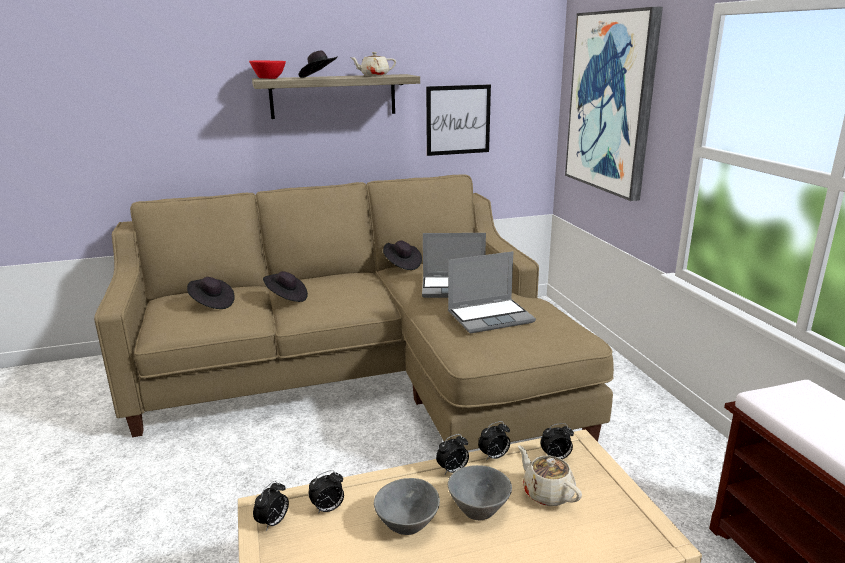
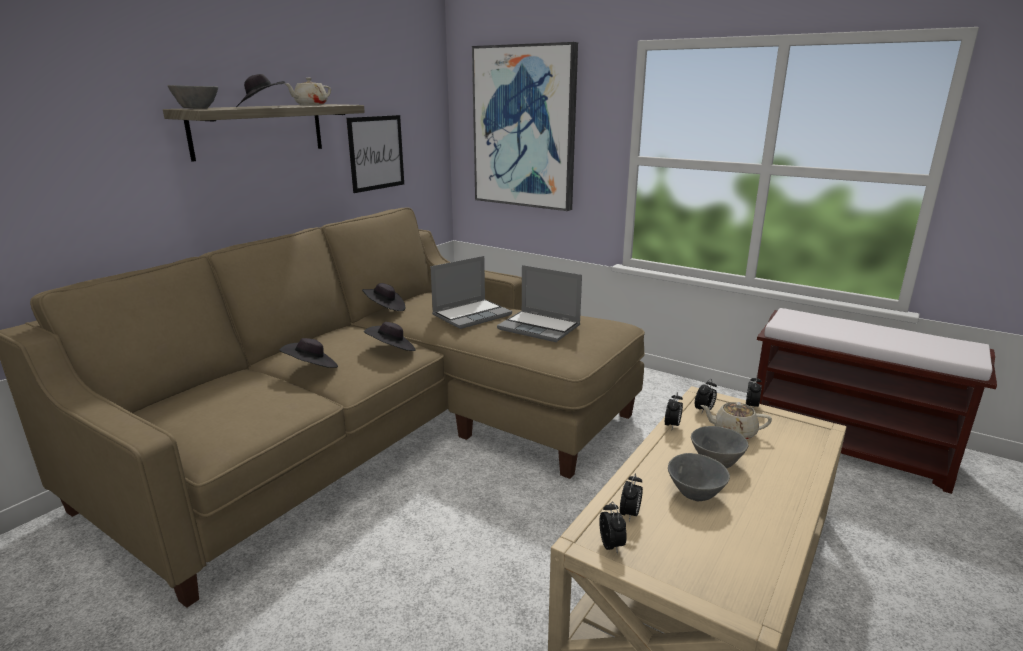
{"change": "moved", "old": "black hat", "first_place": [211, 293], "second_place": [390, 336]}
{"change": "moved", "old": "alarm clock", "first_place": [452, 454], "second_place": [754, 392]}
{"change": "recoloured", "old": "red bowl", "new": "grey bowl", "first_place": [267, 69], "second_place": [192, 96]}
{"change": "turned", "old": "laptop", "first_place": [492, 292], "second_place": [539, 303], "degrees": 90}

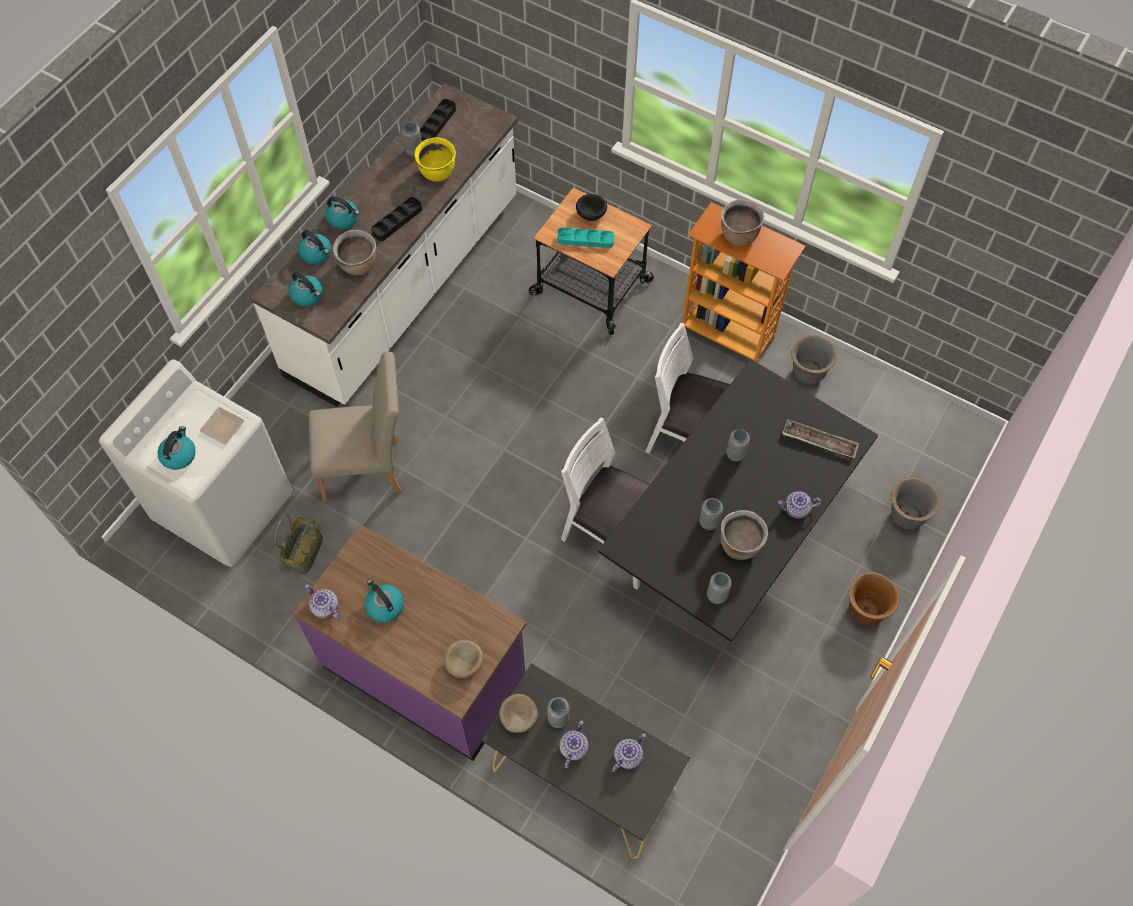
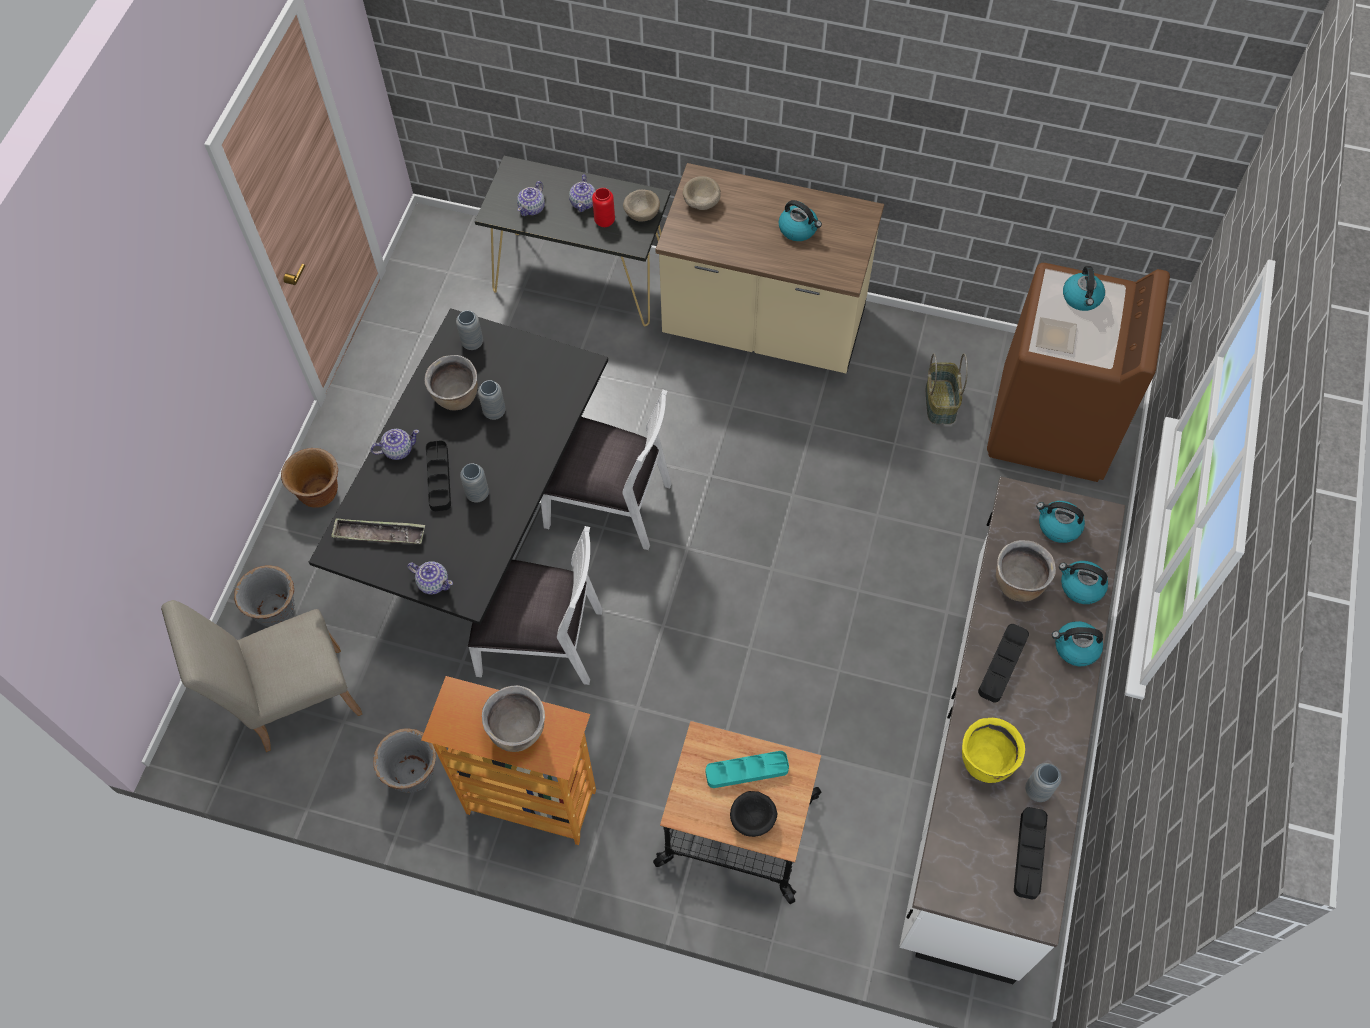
{"change": "added", "new": "black tray", "second_place": [438, 475]}
{"change": "moved", "old": "teapot", "first_place": [323, 602], "second_place": [430, 577]}
{"change": "moved", "old": "beige chair", "first_place": [355, 427], "second_place": [261, 676]}
{"change": "recoloured", "old": "white washing machine", "new": "brown washing machine", "first_place": [195, 463], "second_place": [1078, 372]}
{"change": "recoloured", "old": "purple counter", "new": "beige counter", "first_place": [409, 643], "second_place": [770, 268]}
{"change": "recoloured", "old": "grey vase", "new": "red vase", "first_place": [558, 712], "second_place": [603, 207]}

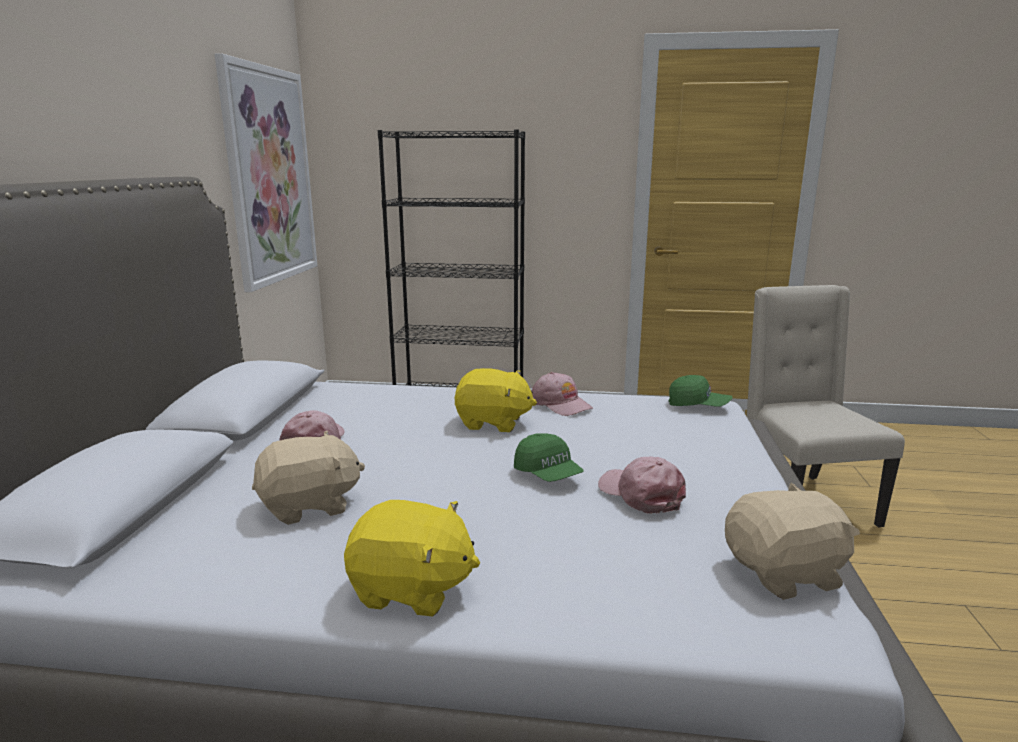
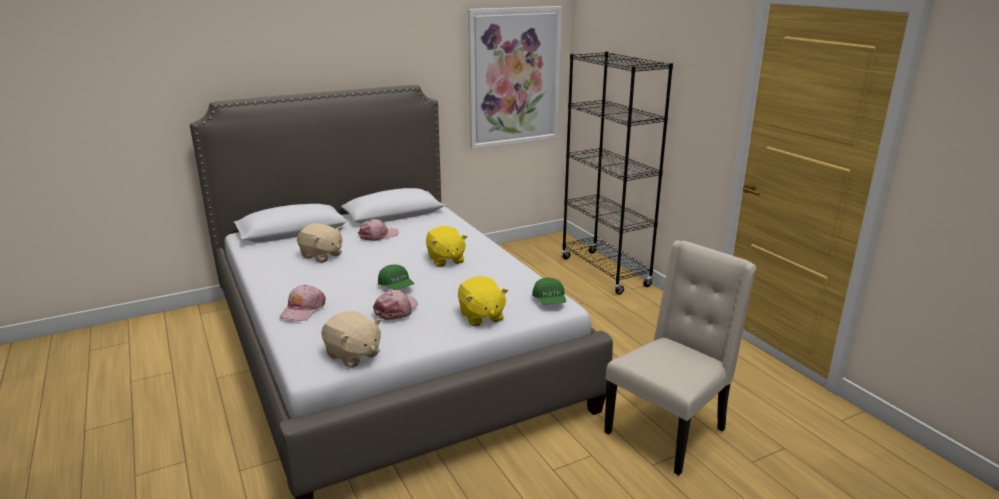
{"change": "moved", "old": "yellow plush toy", "first_place": [412, 558], "second_place": [483, 301]}
{"change": "moved", "old": "pink cap", "first_place": [562, 394], "second_place": [303, 303]}
{"change": "turned", "old": "green cap", "first_place": [549, 457], "second_place": [396, 277], "degrees": -60}

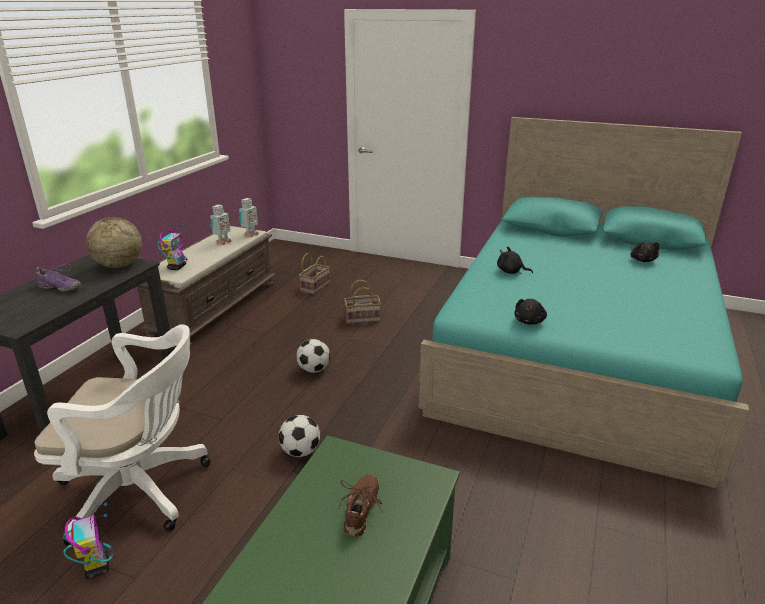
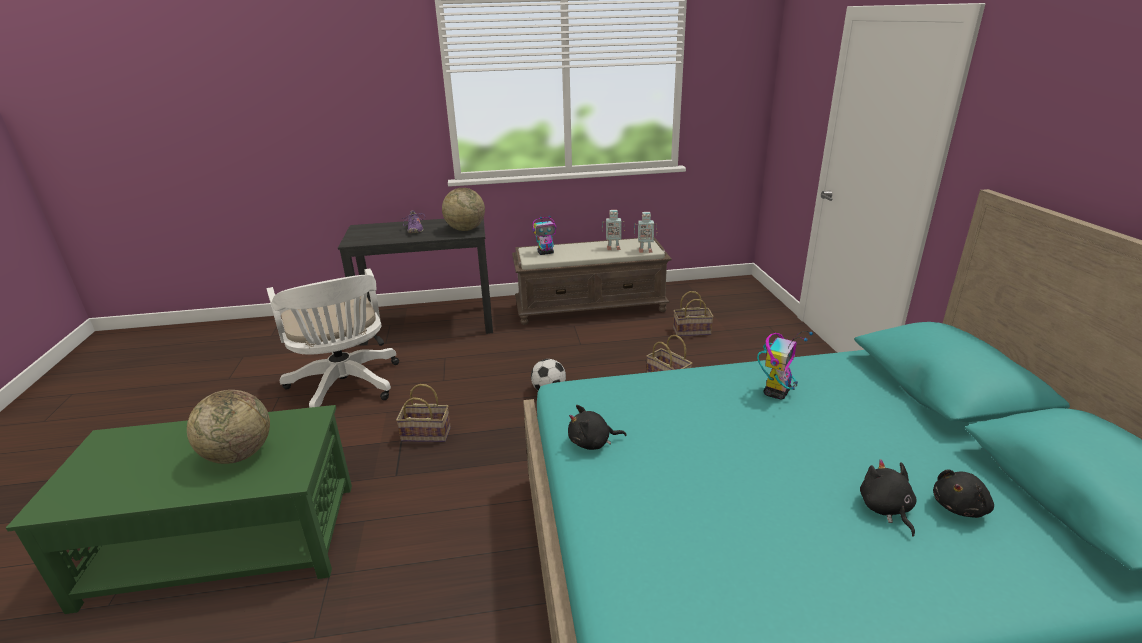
{"change": "moved", "old": "toy robot", "first_place": [88, 541], "second_place": [785, 365]}
{"change": "moved", "old": "black plush toy", "first_place": [515, 260], "second_place": [888, 498]}
{"change": "replaced", "old": "football", "new": "basket", "first_place": [299, 436], "second_place": [423, 413]}
{"change": "replaced", "old": "brown shoe", "new": "globe", "first_place": [360, 505], "second_place": [228, 427]}

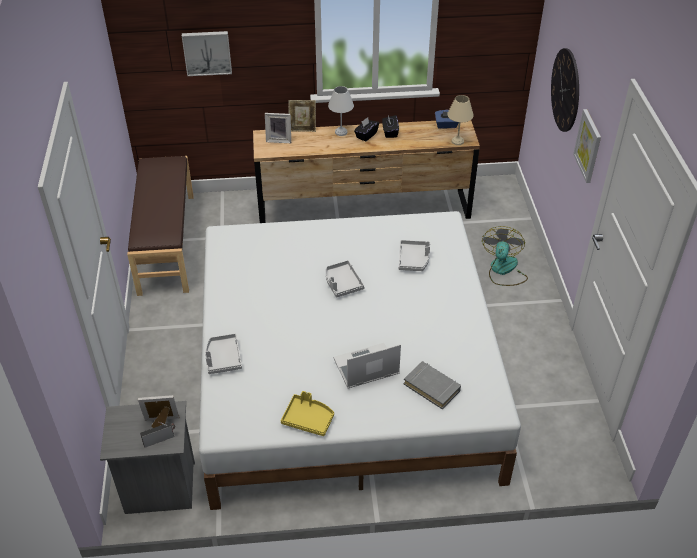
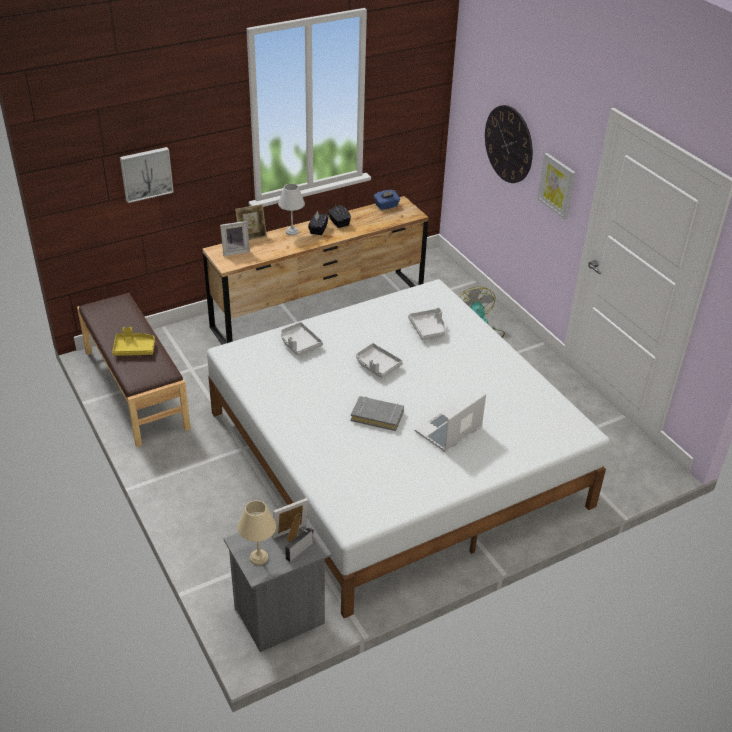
{"change": "moved", "old": "grey tray", "first_place": [223, 354], "second_place": [302, 339]}
{"change": "moved", "old": "yellow tray", "first_place": [307, 413], "second_place": [133, 341]}
{"change": "moved", "old": "grey book", "first_place": [432, 385], "second_place": [377, 413]}
{"change": "moved", "old": "beige table lamp", "first_place": [460, 120], "second_place": [257, 532]}

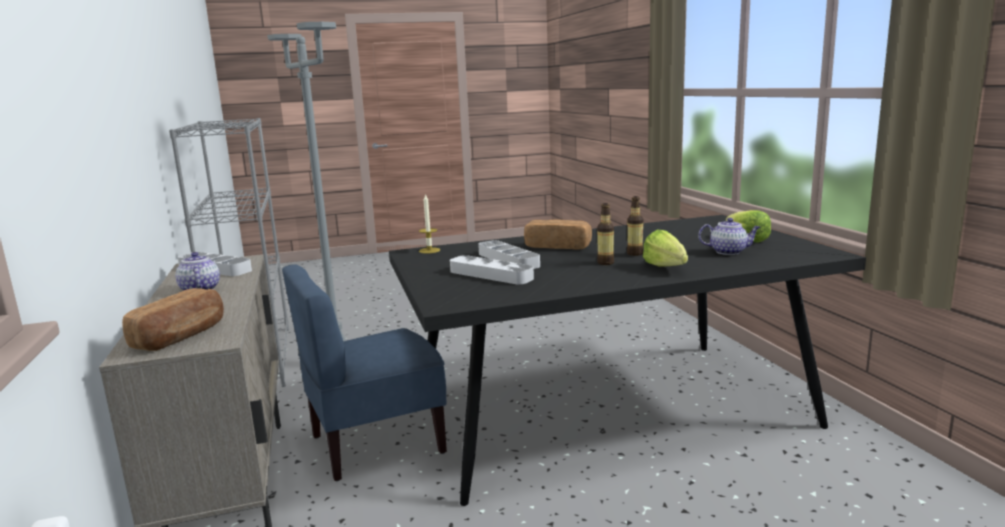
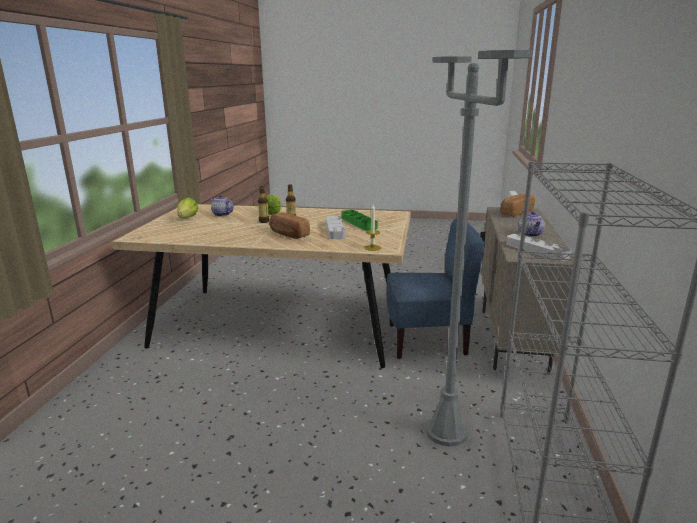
{"change": "recoloured", "old": "black dining table", "new": "beige dining table", "first_place": [627, 360], "second_place": [261, 286]}
{"change": "recoloured", "old": "grey tray", "new": "green tray", "first_place": [492, 270], "second_place": [360, 220]}

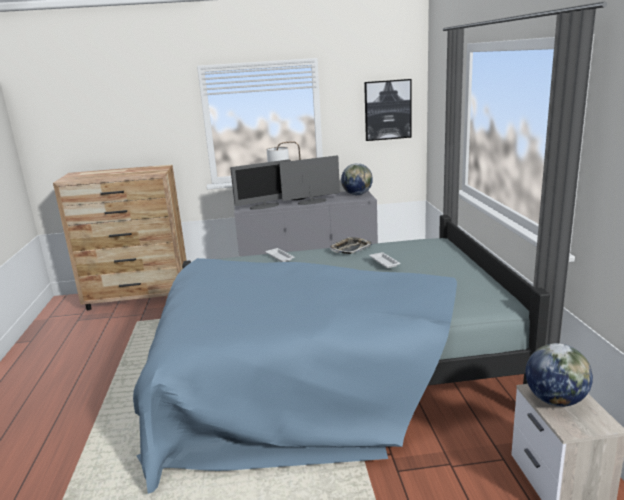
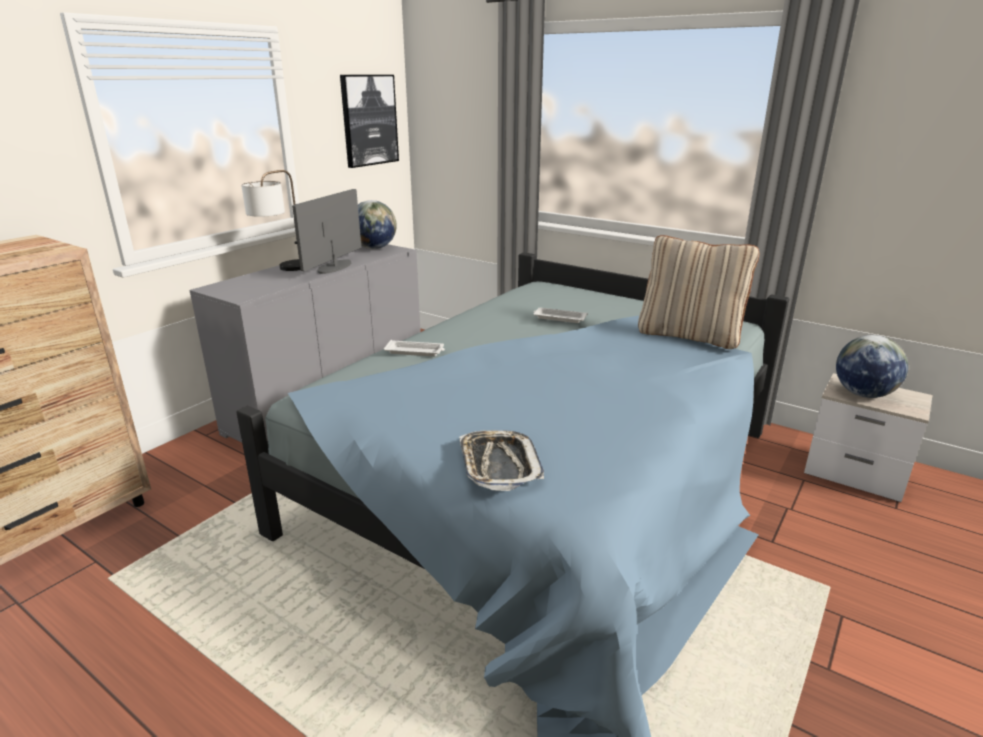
{"change": "removed", "old": "monitor", "first_place": [260, 184]}
{"change": "added", "new": "beige pillow", "second_place": [698, 292]}
{"change": "moved", "old": "tray", "first_place": [351, 245], "second_place": [501, 460]}

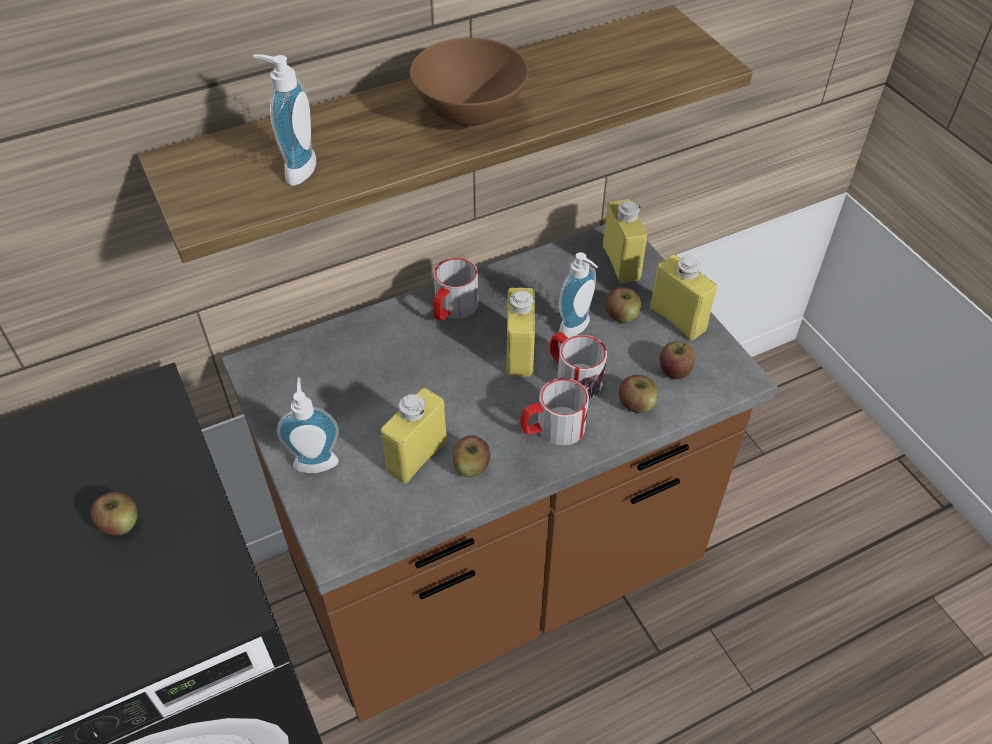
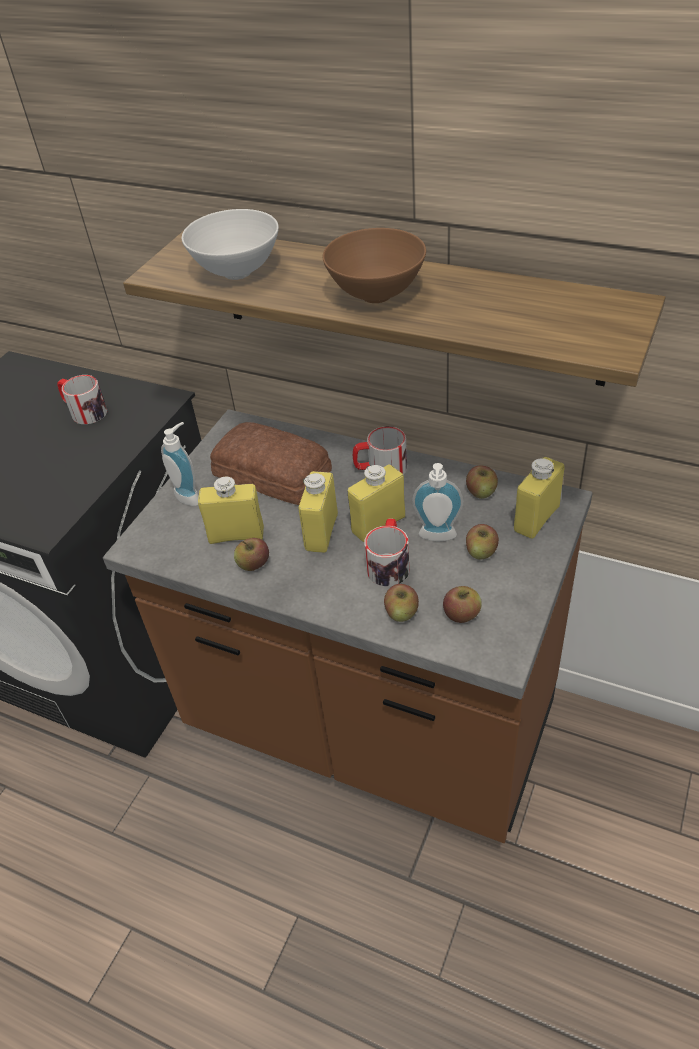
{"change": "added", "new": "bread", "second_place": [271, 463]}
{"change": "moved", "old": "apple", "first_place": [114, 513], "second_place": [482, 482]}
{"change": "moved", "old": "mug", "first_place": [554, 412], "second_place": [82, 399]}
{"change": "moved", "old": "yellow bottle", "first_place": [683, 297], "second_place": [318, 512]}
{"change": "replaced", "old": "soap dispenser", "new": "white bowl", "first_place": [284, 120], "second_place": [230, 244]}

